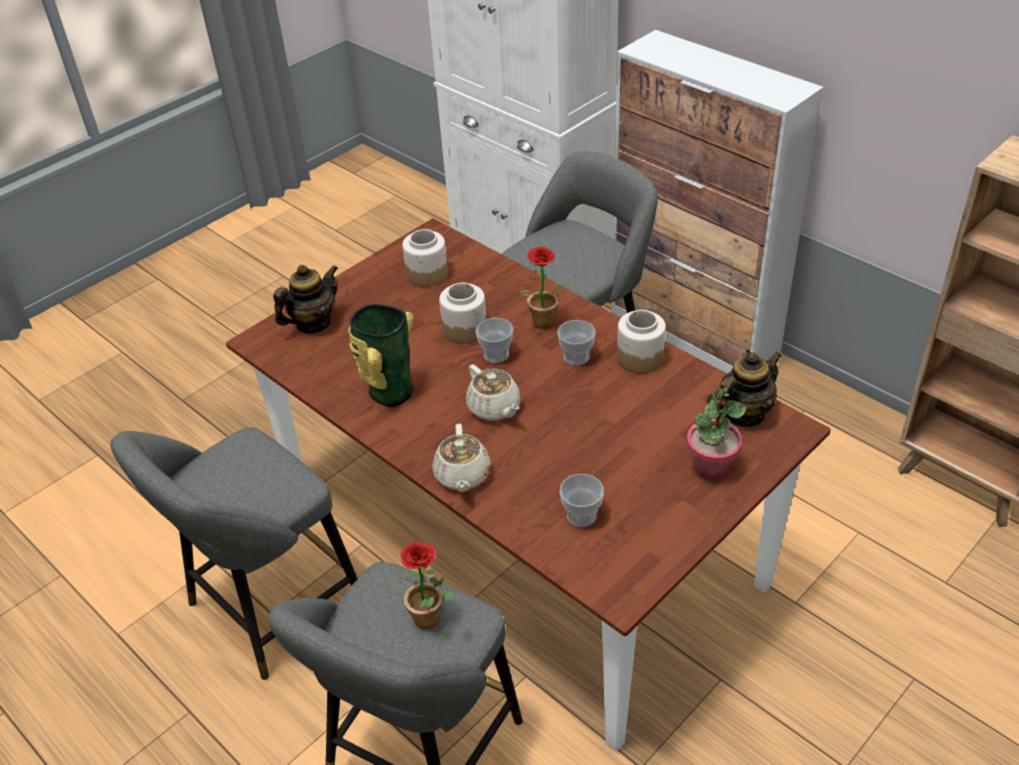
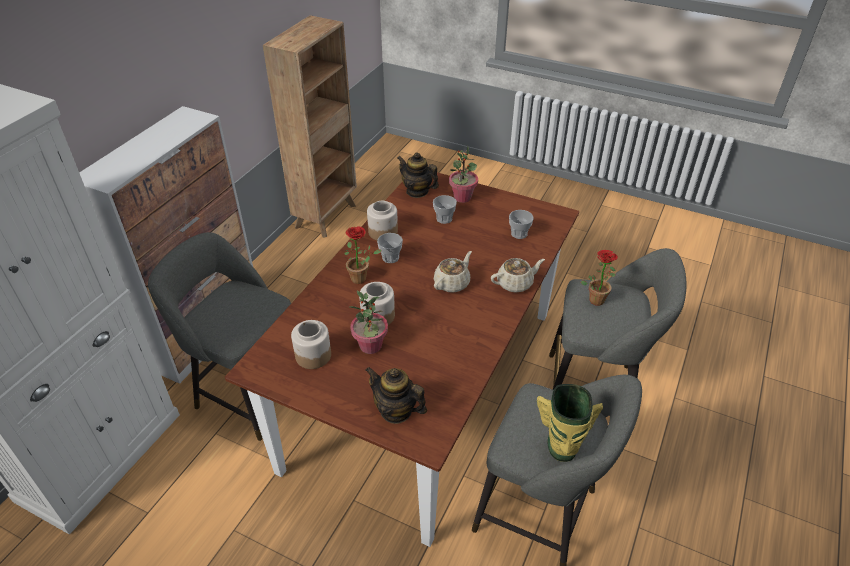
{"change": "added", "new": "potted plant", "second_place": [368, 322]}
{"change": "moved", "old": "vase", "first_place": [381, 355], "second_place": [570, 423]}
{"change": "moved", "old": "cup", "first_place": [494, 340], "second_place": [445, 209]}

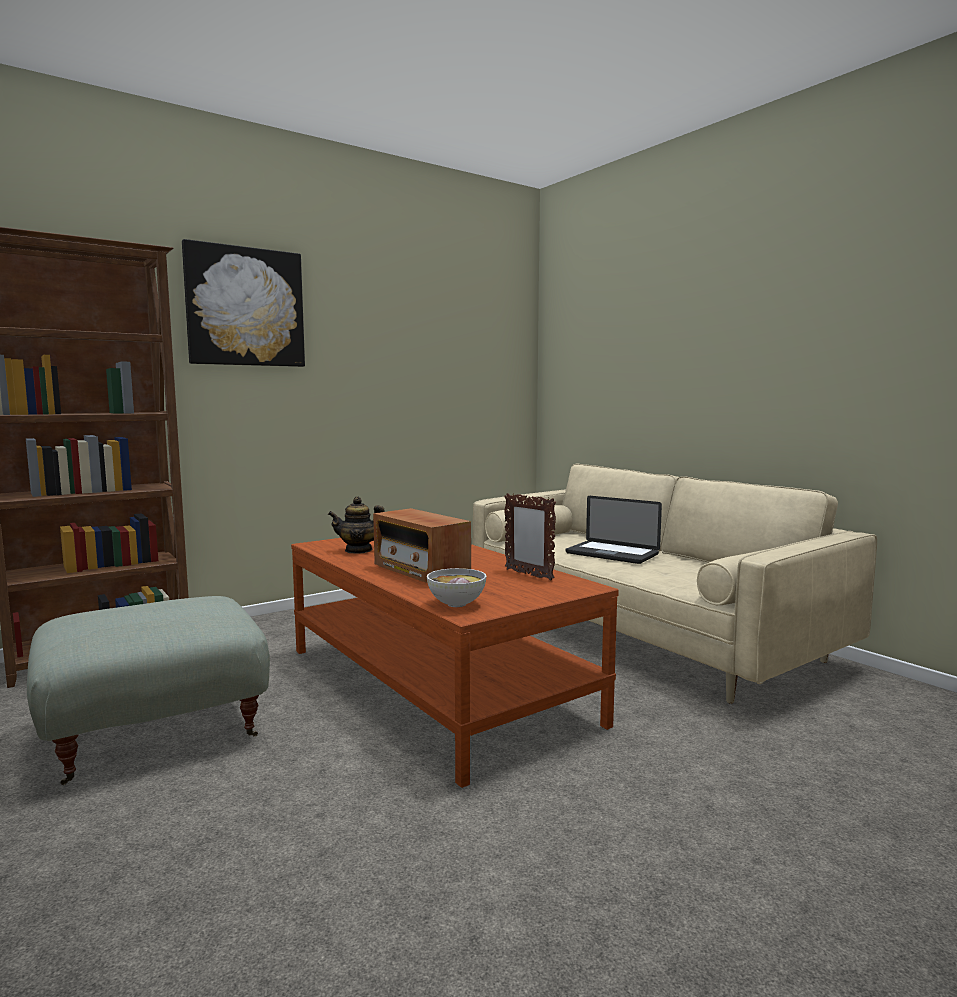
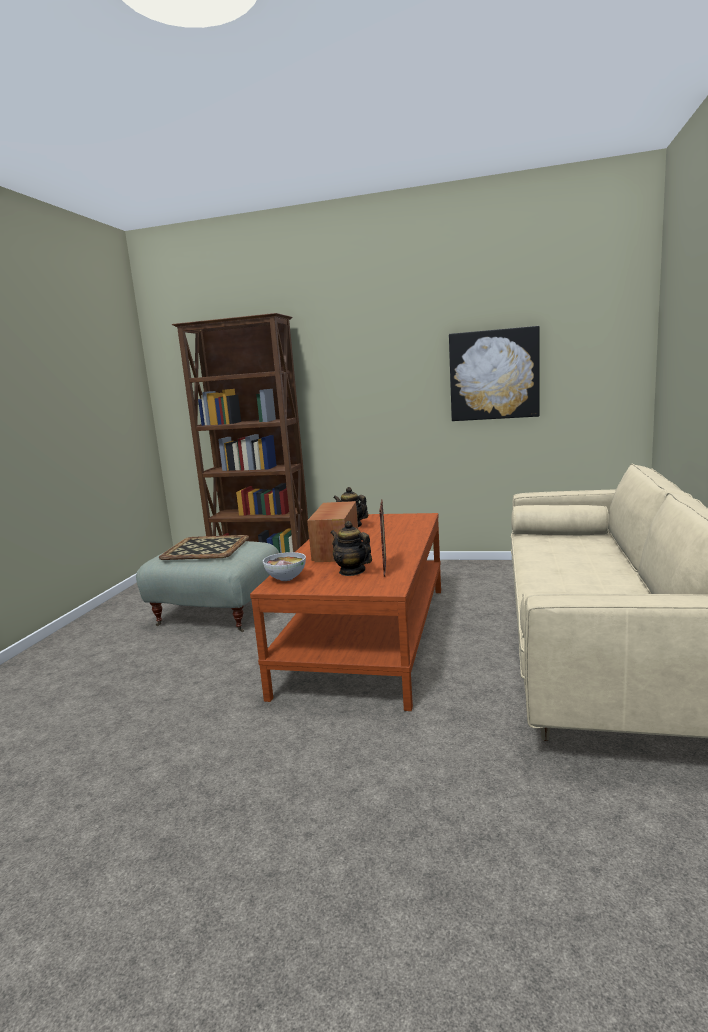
{"change": "removed", "old": "laptop", "first_place": [614, 530]}
{"change": "added", "new": "tray", "second_place": [204, 547]}
{"change": "added", "new": "teapot", "second_place": [351, 548]}
{"change": "moved", "old": "picture", "first_place": [243, 303], "second_place": [494, 373]}

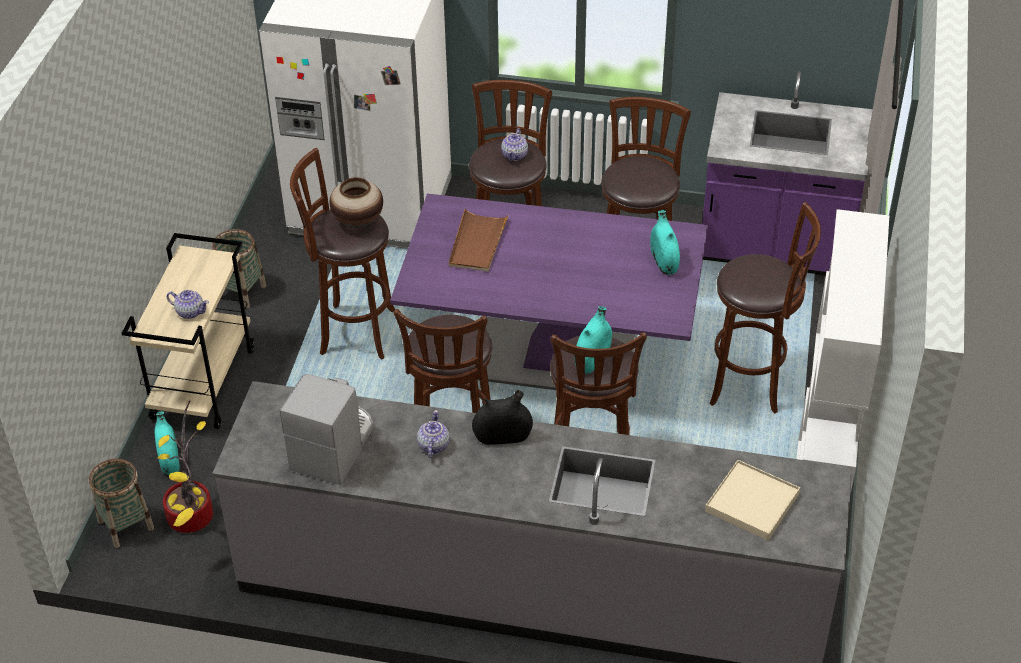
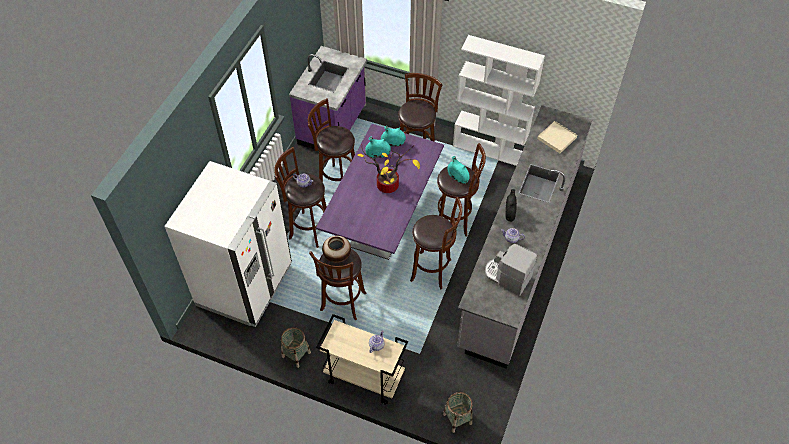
{"change": "removed", "old": "brown tray", "first_place": [479, 240]}
{"change": "moved", "old": "turquoise vase", "first_place": [167, 443], "second_place": [378, 147]}
{"change": "moved", "old": "potted plant", "first_place": [185, 466], "second_place": [389, 169]}

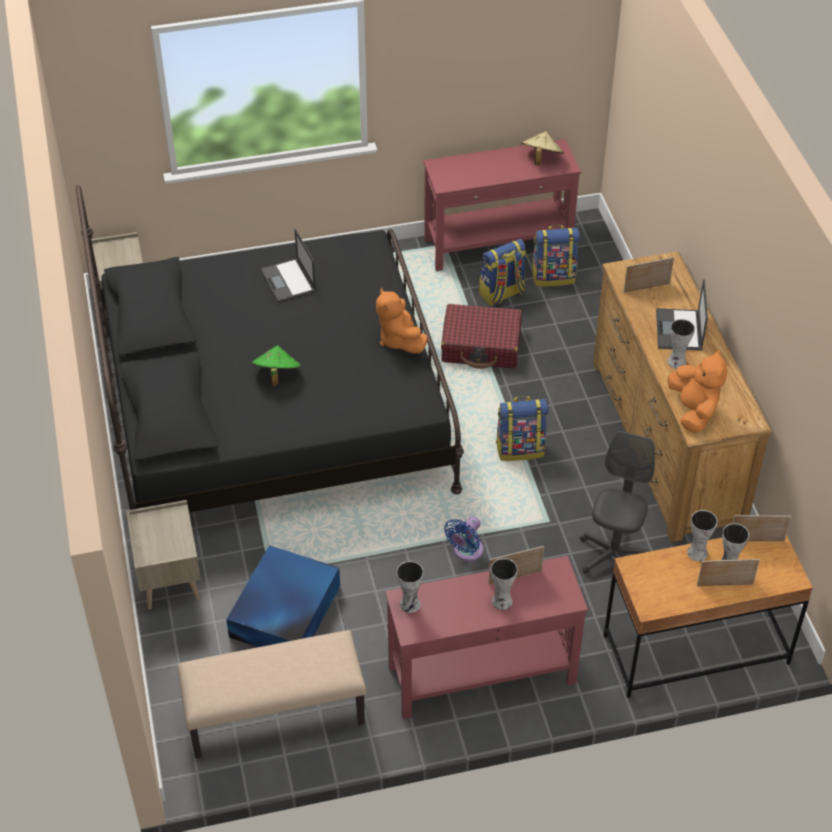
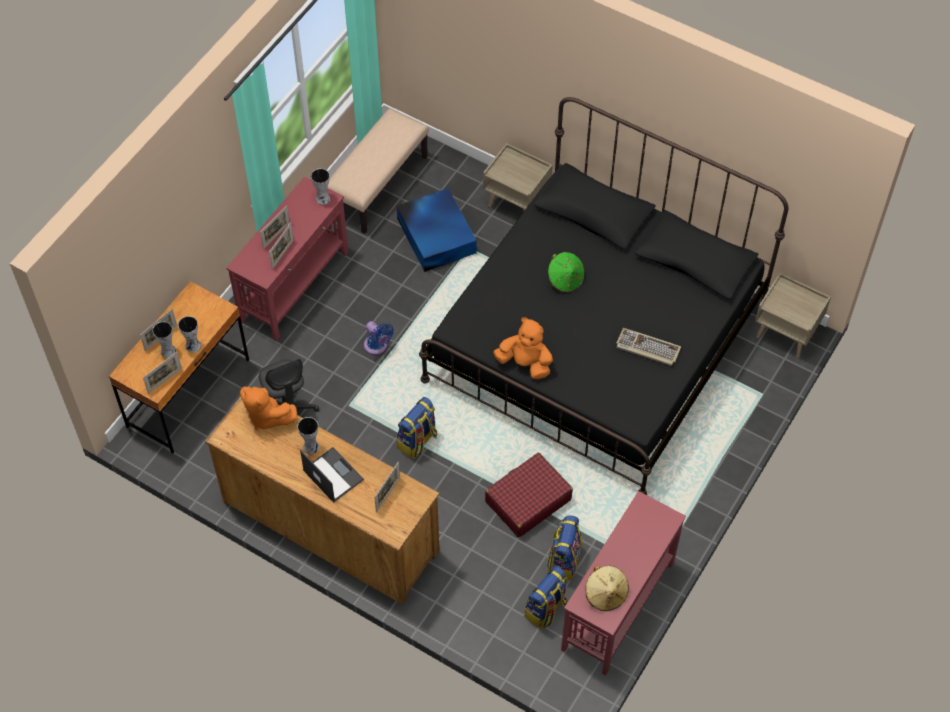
{"change": "replaced", "old": "laptop", "new": "keyboard", "first_place": [288, 265], "second_place": [648, 347]}
{"change": "replaced", "old": "vase", "new": "picture frame", "first_place": [504, 584], "second_place": [275, 227]}
{"change": "turned", "old": "blue fan", "first_place": [464, 539], "second_place": [379, 338], "degrees": 150}

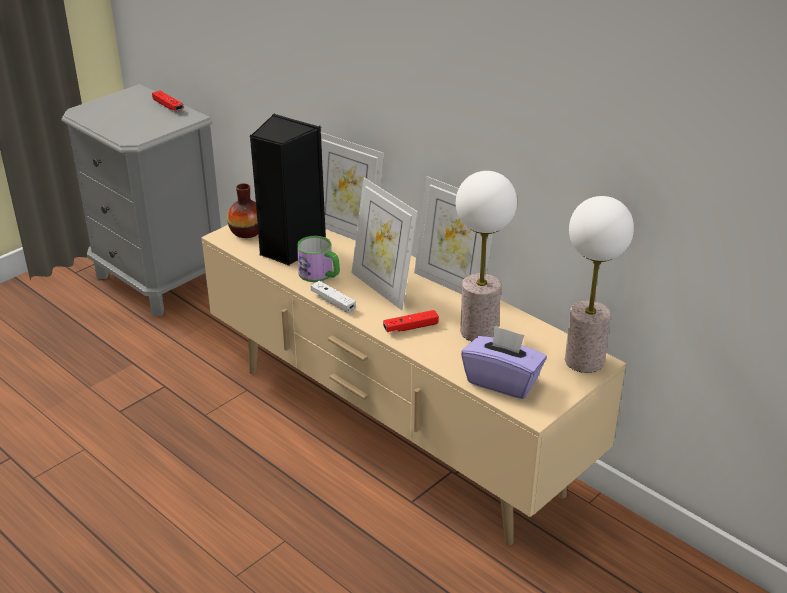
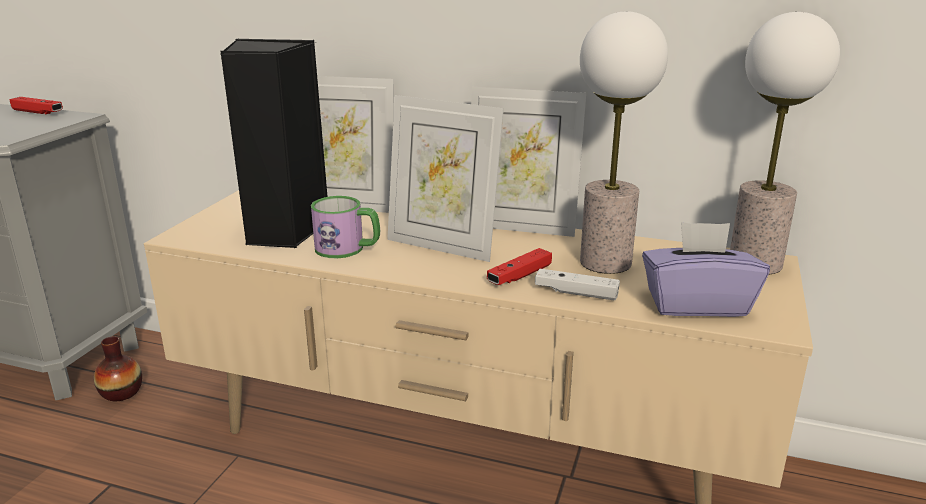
{"change": "moved", "old": "vase", "first_place": [242, 210], "second_place": [118, 369]}
{"change": "moved", "old": "white game controller", "first_place": [333, 297], "second_place": [577, 284]}

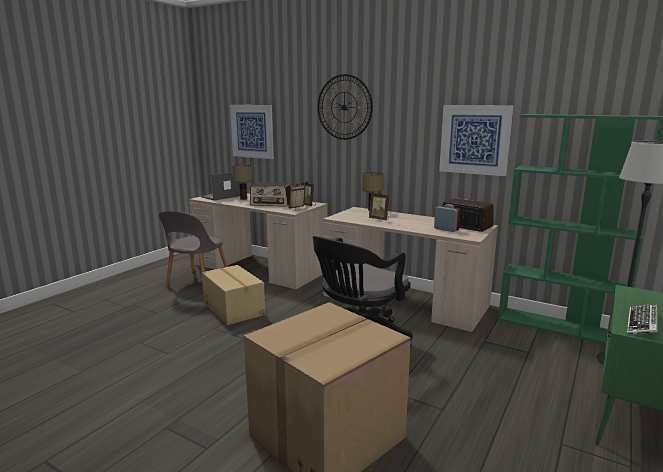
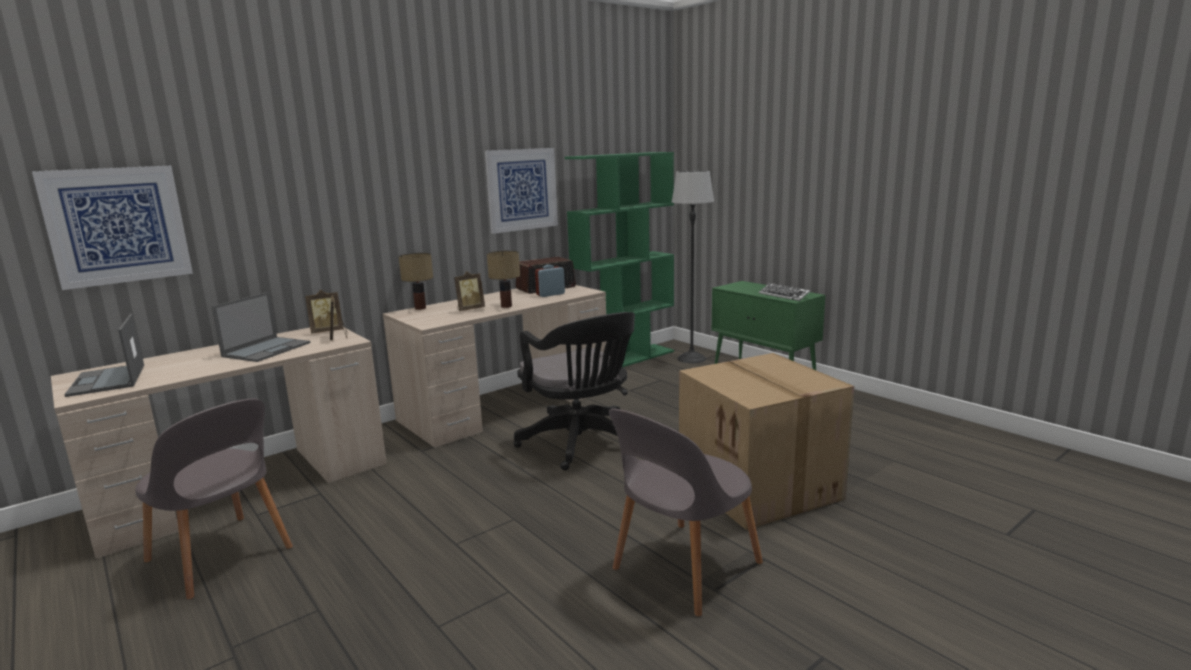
{"change": "removed", "old": "cardboard box", "first_place": [233, 295]}
{"change": "removed", "old": "wall clock", "first_place": [345, 107]}
{"change": "added", "new": "grey chair", "second_place": [686, 512]}
{"change": "moved", "old": "table lamp", "first_place": [242, 182], "second_place": [503, 279]}
{"change": "replaced", "old": "radio", "new": "laptop", "first_place": [270, 195], "second_place": [261, 327]}

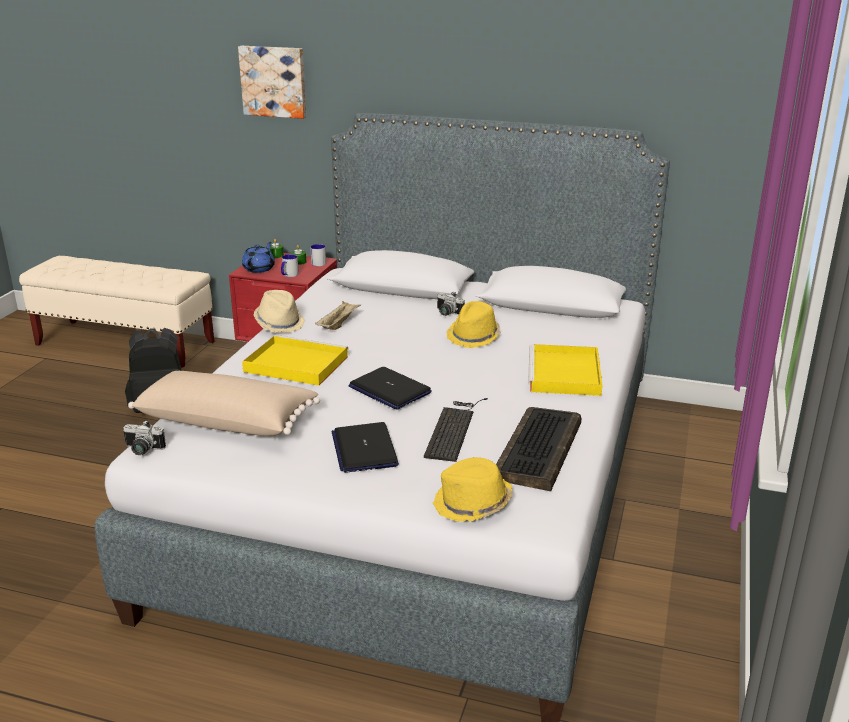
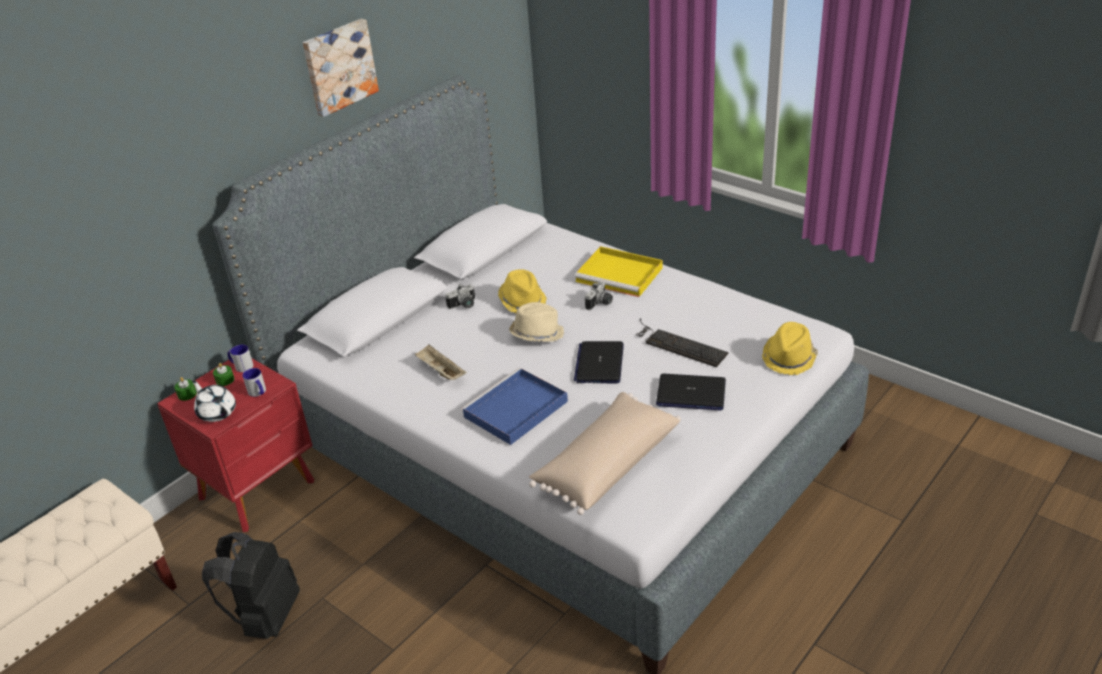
{"change": "removed", "old": "keyboard", "first_place": [538, 449]}
{"change": "moved", "old": "photo camera", "first_place": [144, 437], "second_place": [599, 296]}
{"change": "moved", "old": "picture", "first_place": [272, 82], "second_place": [341, 68]}
{"change": "moved", "old": "beige hat", "first_place": [279, 311], "second_place": [536, 322]}
{"change": "recoloured", "old": "blue teapot", "new": "white teapot", "first_place": [258, 257], "second_place": [214, 401]}
{"change": "recoloured", "old": "yellow tray", "new": "blue tray", "first_place": [295, 360], "second_place": [514, 406]}
{"change": "turned", "old": "laptop", "first_place": [390, 388], "second_place": [599, 362], "degrees": 120}

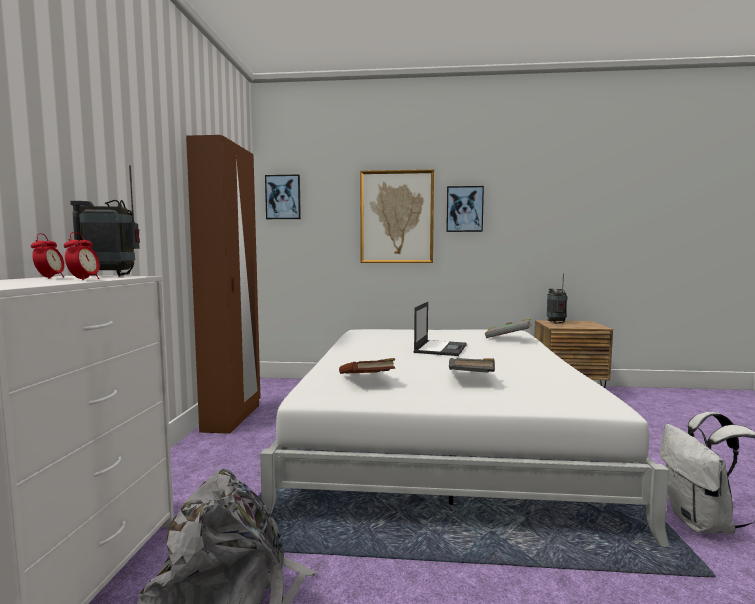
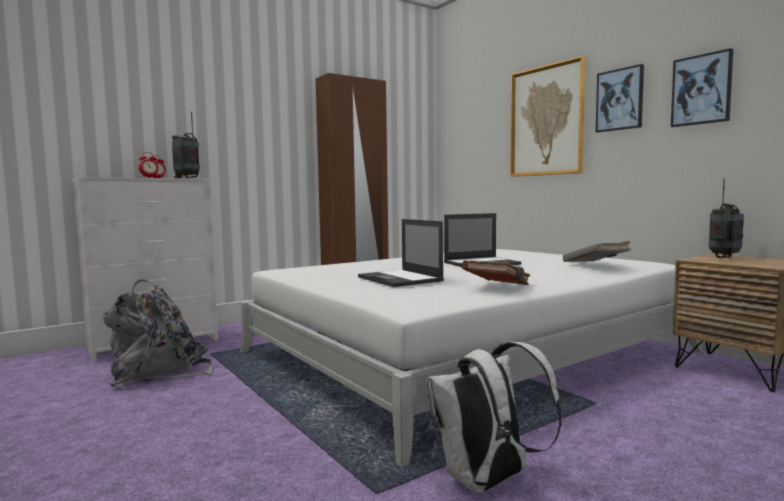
{"change": "moved", "old": "picture", "first_place": [283, 196], "second_place": [702, 87]}
{"change": "moved", "old": "brown book", "first_place": [367, 366], "second_place": [496, 272]}
{"change": "replaced", "old": "grey book", "new": "laptop", "first_place": [472, 365], "second_place": [401, 253]}

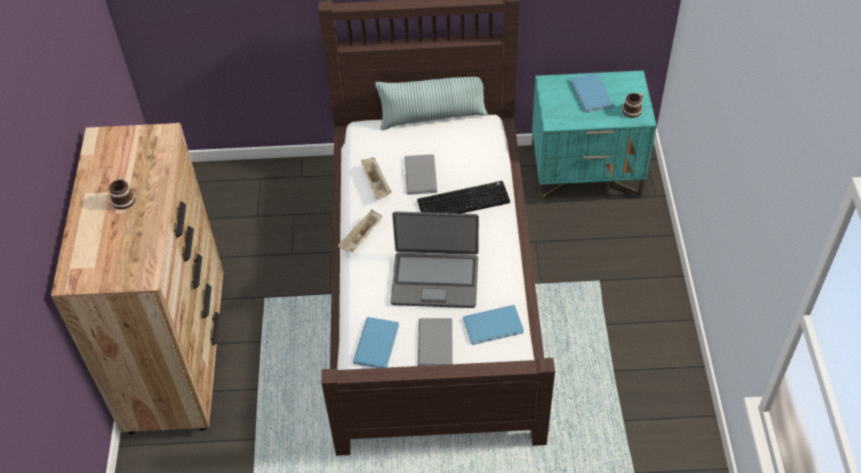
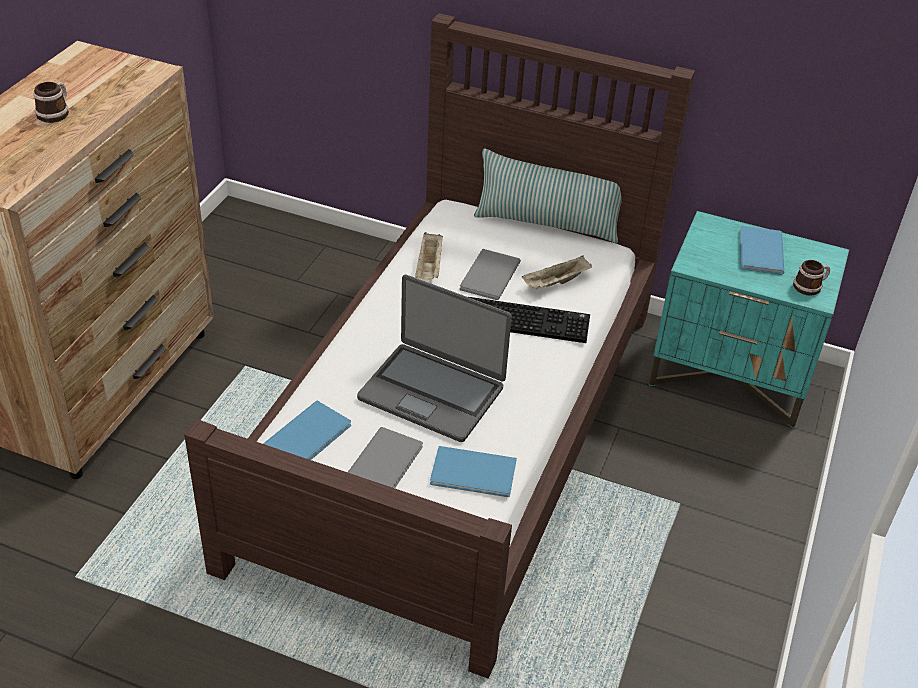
{"change": "moved", "old": "beige tray", "first_place": [360, 231], "second_place": [557, 272]}

